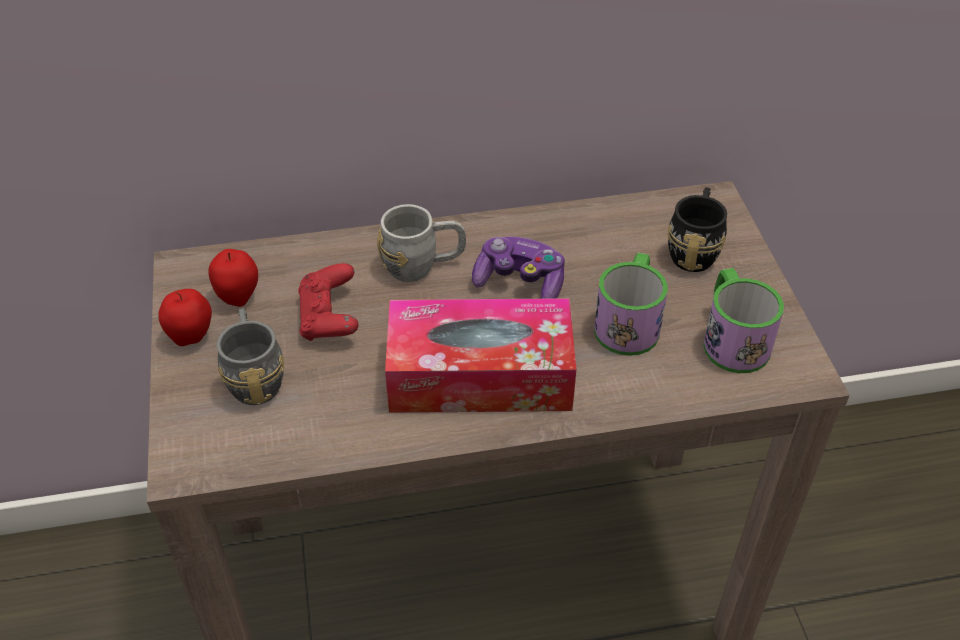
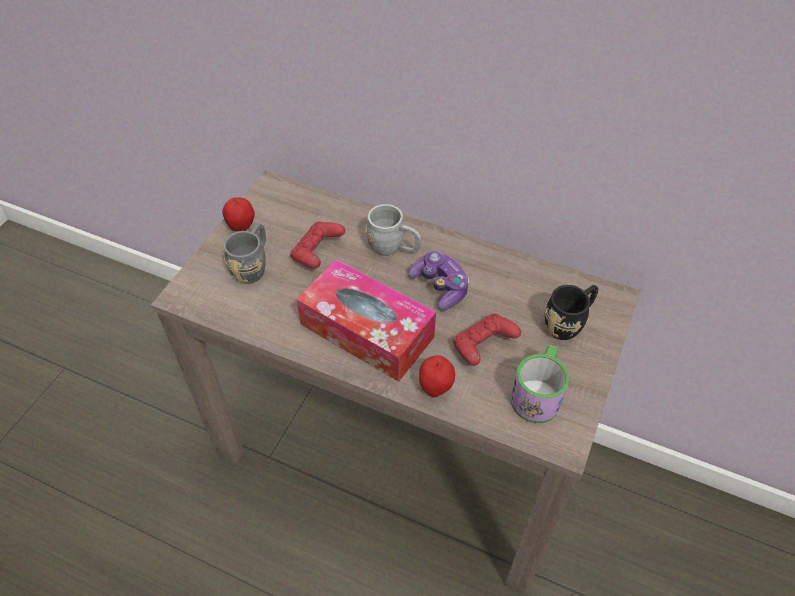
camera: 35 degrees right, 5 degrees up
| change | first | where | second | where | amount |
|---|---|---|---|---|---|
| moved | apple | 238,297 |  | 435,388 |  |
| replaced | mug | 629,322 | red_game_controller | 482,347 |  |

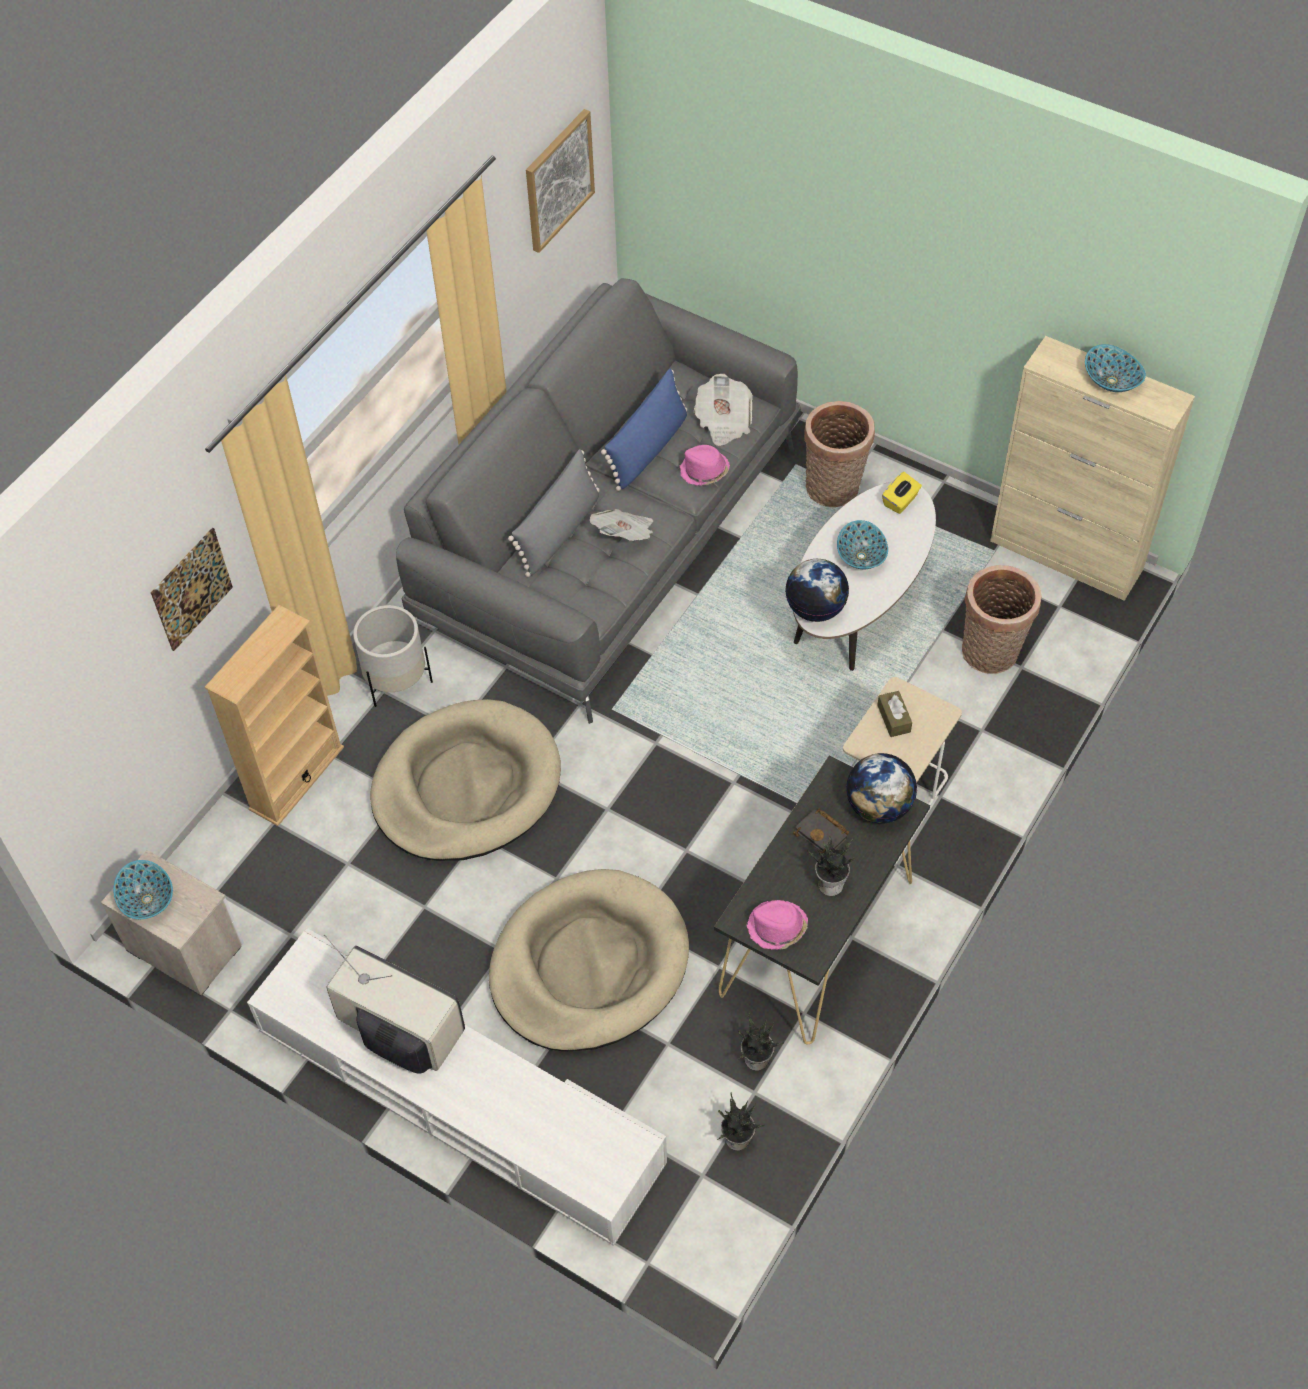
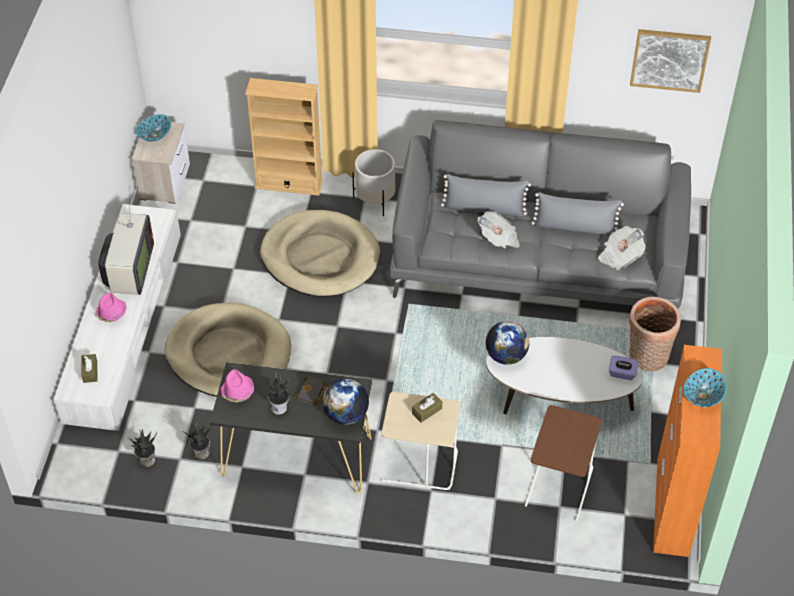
camera: 65 degrees right, 5 degrees down
| change | first | where | second | where | amount |
|---|---|---|---|---|---|
| removed | picture | 192,589 |  |  |  |
| removed | bowl | 862,556 |  |  |  |
| added |  |  | brown_tissue_box | 90,371 |  |
| moved | pink_hat | 704,471 |  | 111,313 |  |
| replaced | basket | 991,654 | brown_side_table | 560,486 |  |
| recoloured | blue_pillow | 648,448 | grey_pillow | 575,227 |  |
| recoloured | yellow_tissue_box | 900,501 | purple_tissue_box | 622,373 |  |
| recoloured | beige_cabinet | 1067,555 | orange_cabinet | 672,507 |  |

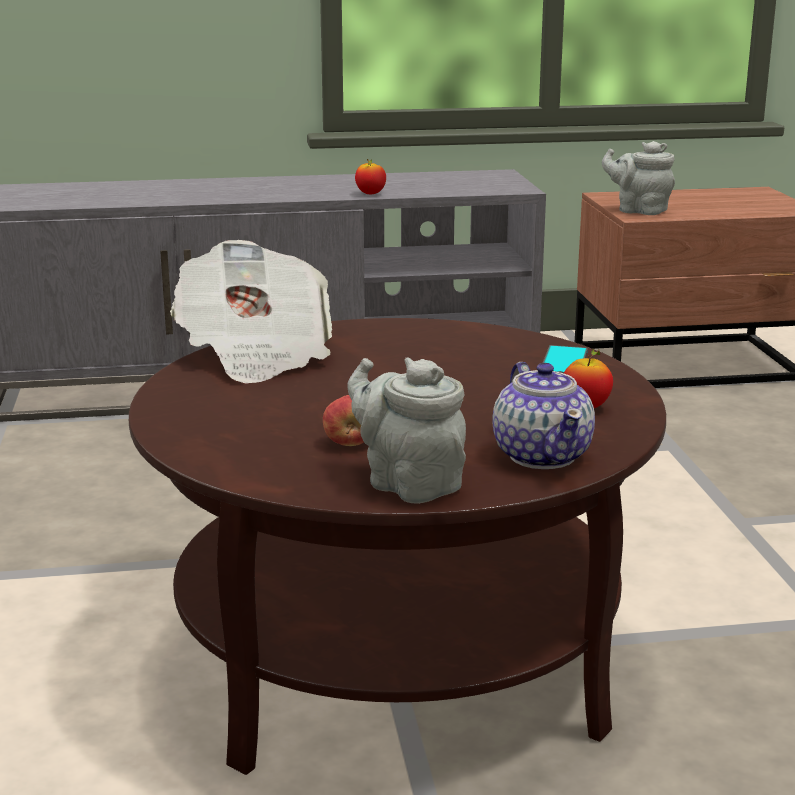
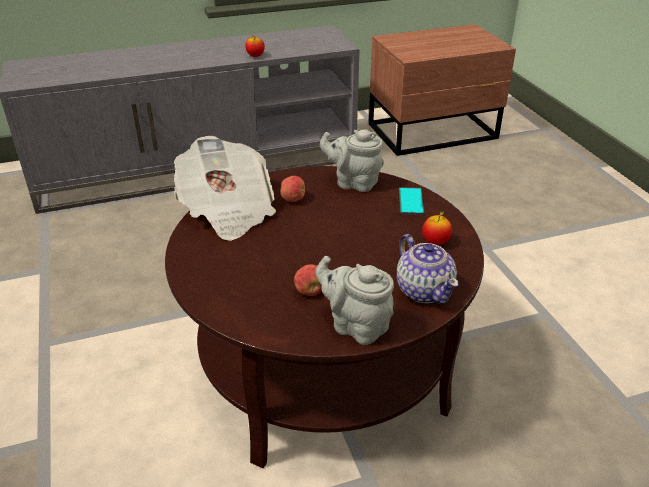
camera: 10 degrees left, 15 degrees up
| change | first | where | second | where | amount |
|---|---|---|---|---|---|
| added |  |  | apple | 293,199 |  |
| moved | grey_teapot | 639,210 |  | 353,183 |  |

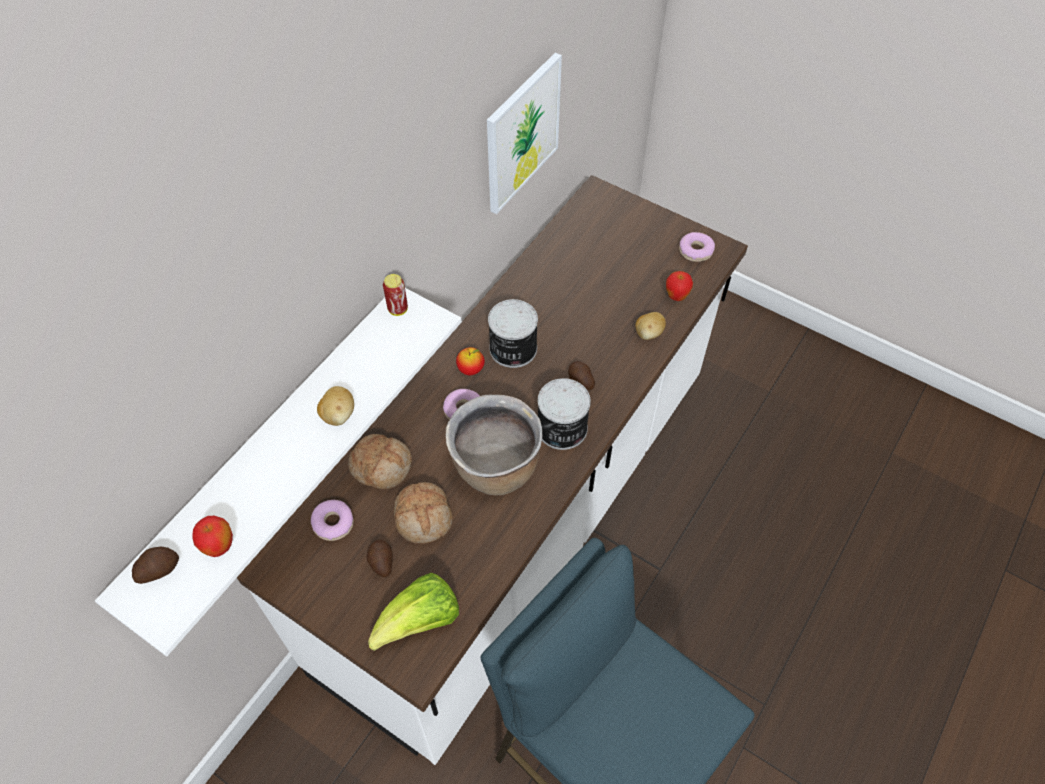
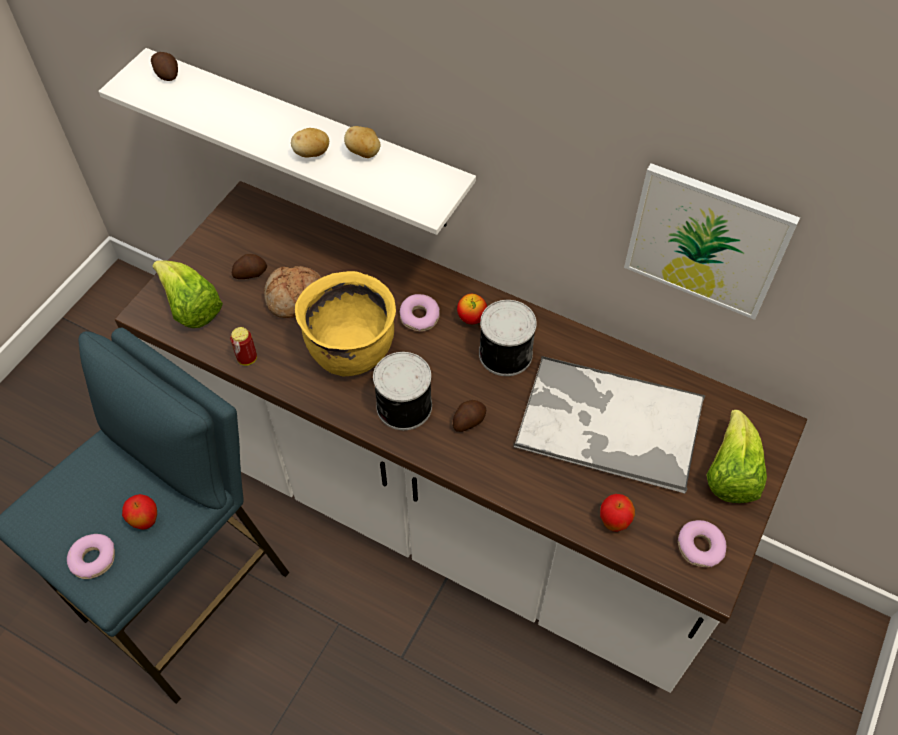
camera: 85 degrees right, 0 degrees up
| change | first | where | second | where | amount |
|---|---|---|---|---|---|
| removed | bread | 382,466 |  |  |  |
| added |  |  | tray | 608,423 |  |
| added |  |  | lettuce | 730,473 |  |
| moved | apple | 219,547 |  | 146,521 |  |
| moved | donut | 333,523 |  | 94,559 |  |
| moved | can | 398,309 |  | 247,359 |  |
| moved | potato | 648,333 |  | 364,153 |  |
| recoloured | brown_cooking_pot | 495,468 | yellow_cooking_pot | 351,350 |  |

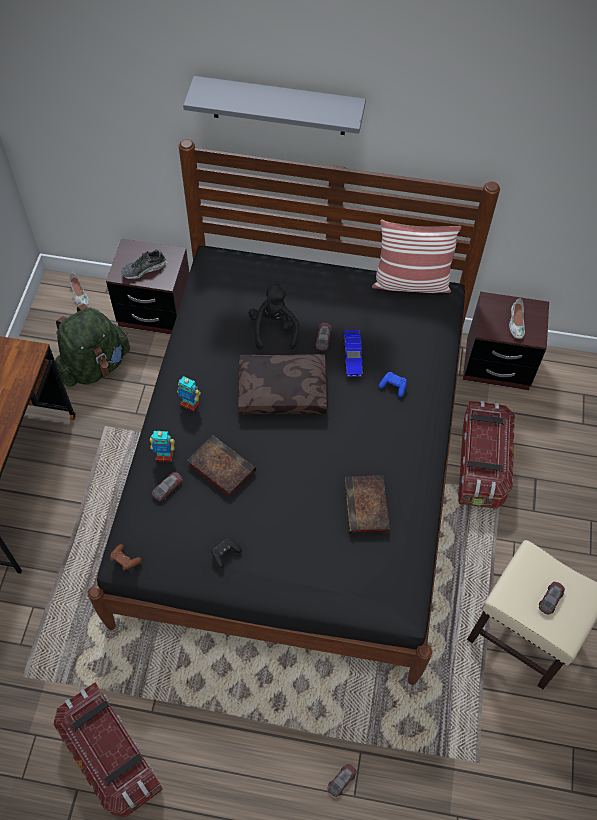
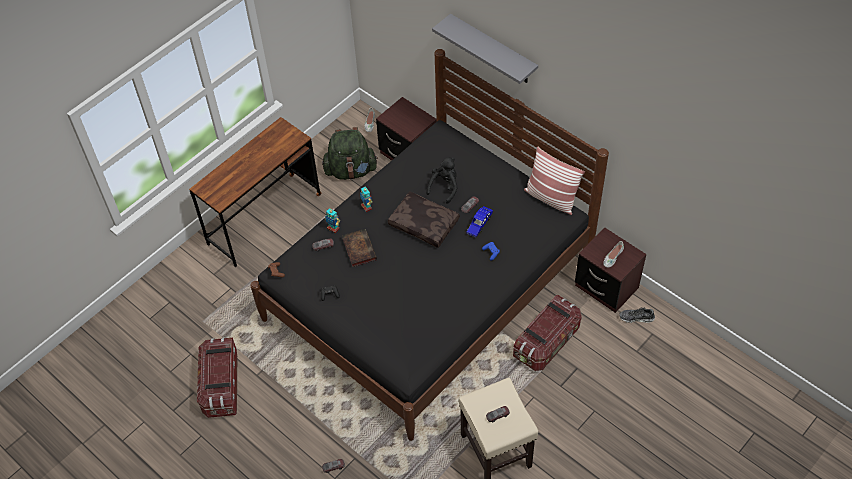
camera: 35 degrees right, 5 degrees down
| change | first | where | second | where | amount |
|---|---|---|---|---|---|
| removed | book | 367,508 |  |  |  |
| moved | shoe | 144,269 |  | 636,318 |  |

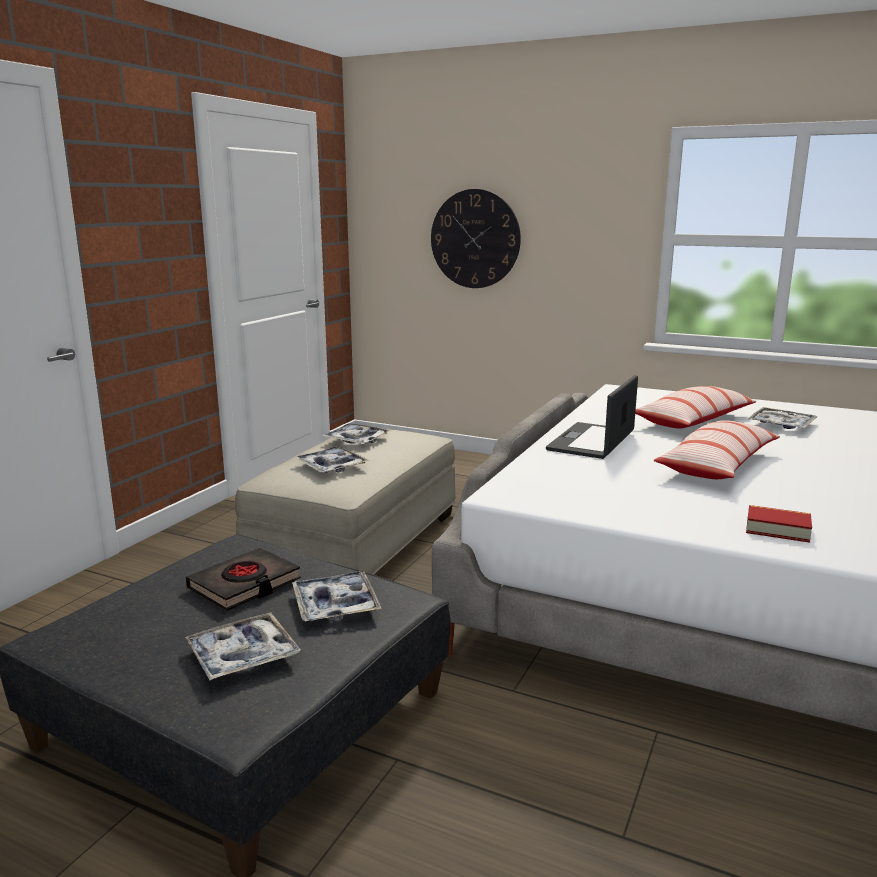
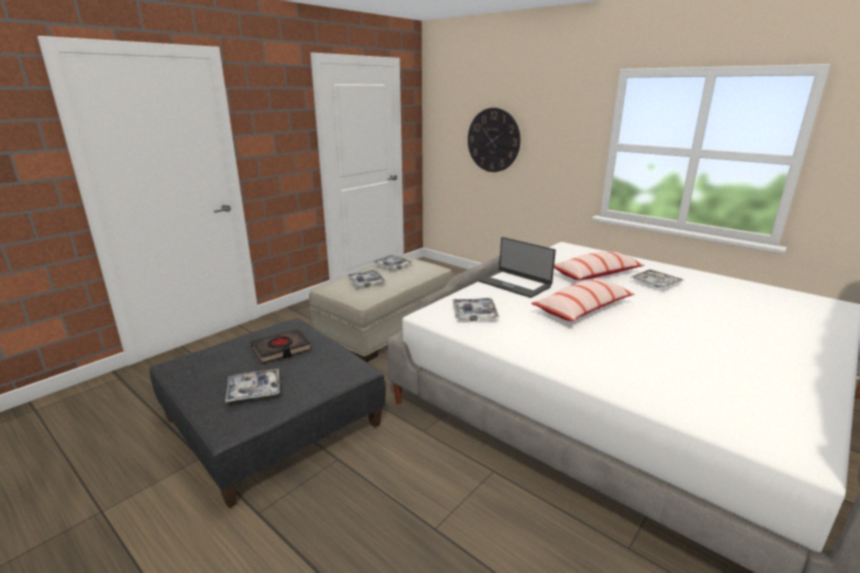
camera: 15 degrees right, 5 degrees up
| change | first | where | second | where | amount |
|---|---|---|---|---|---|
| removed | book | 777,529 |  |  |  |
| moved | tray | 335,605 |  | 474,313 |  |
| turned | laptop | 592,441 |  | 515,284 | 90 degrees counterclockwise |

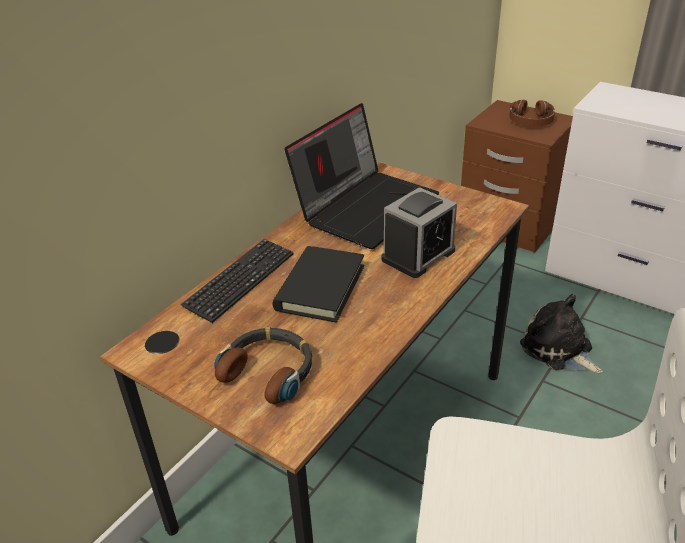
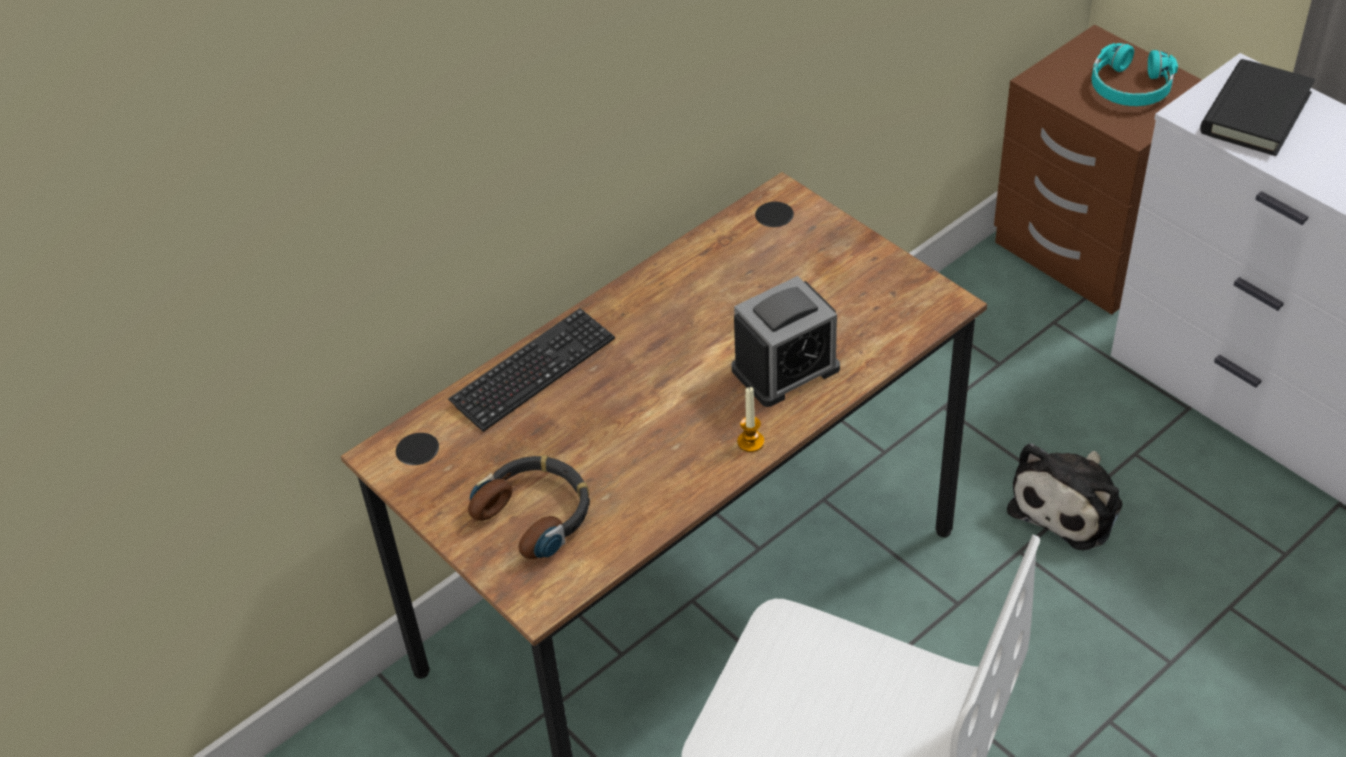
camera: 15 degrees right, 10 degrees up
| change | first | where | second | where | amount |
|---|---|---|---|---|---|
| removed | laptop | 366,206 |  |  |  |
| added |  |  | candle | 750,442 |  |
| moved | black_book | 320,287 |  | 1255,113 |  |
| recoloured | brown_headphones | 530,121 | turquoise_headphones | 1130,87 |  |
| turned | plush_toy | 558,349 |  | 1069,504 | 120 degrees counterclockwise |

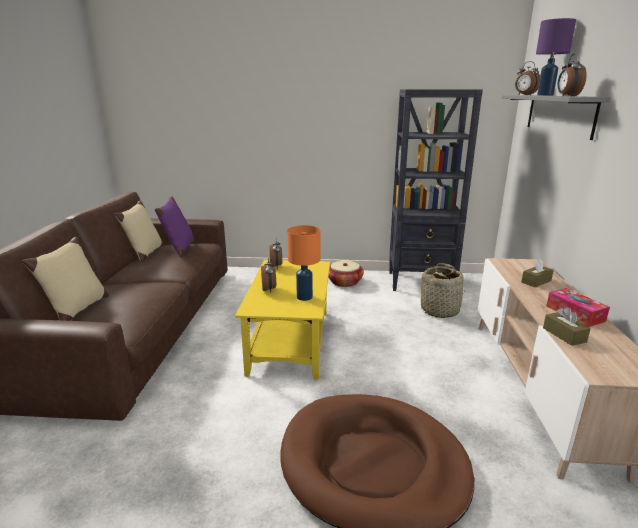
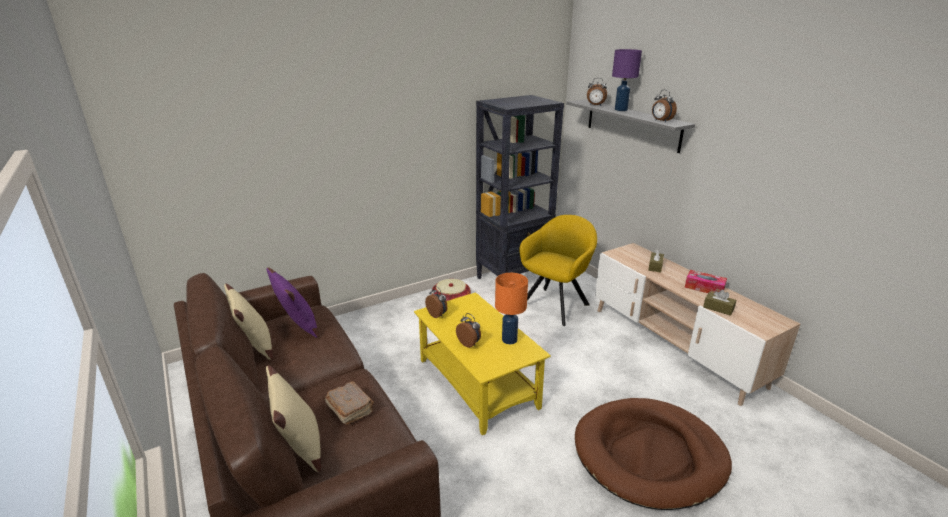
camera: 35 degrees left, 5 degrees up
| change | first | where | second | where | amount |
|---|---|---|---|---|---|
| added |  |  | brown_book | 350,409 |  |
| replaced | basket | 440,310 | yellow_armchair | 556,304 |  |

